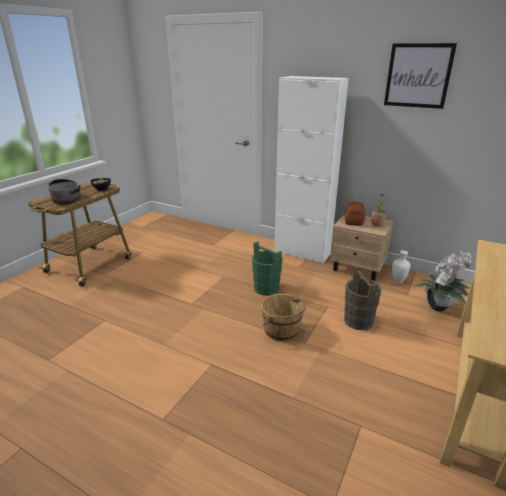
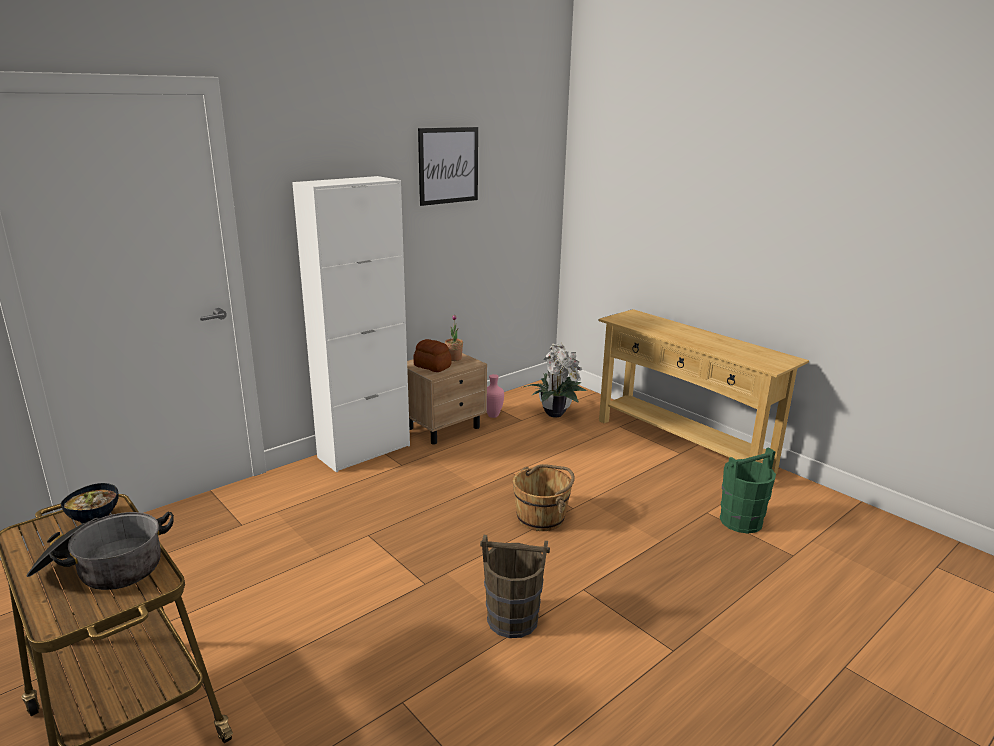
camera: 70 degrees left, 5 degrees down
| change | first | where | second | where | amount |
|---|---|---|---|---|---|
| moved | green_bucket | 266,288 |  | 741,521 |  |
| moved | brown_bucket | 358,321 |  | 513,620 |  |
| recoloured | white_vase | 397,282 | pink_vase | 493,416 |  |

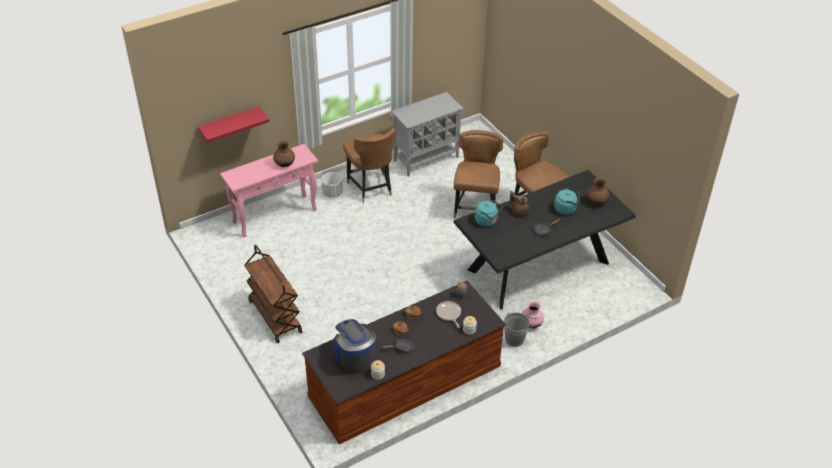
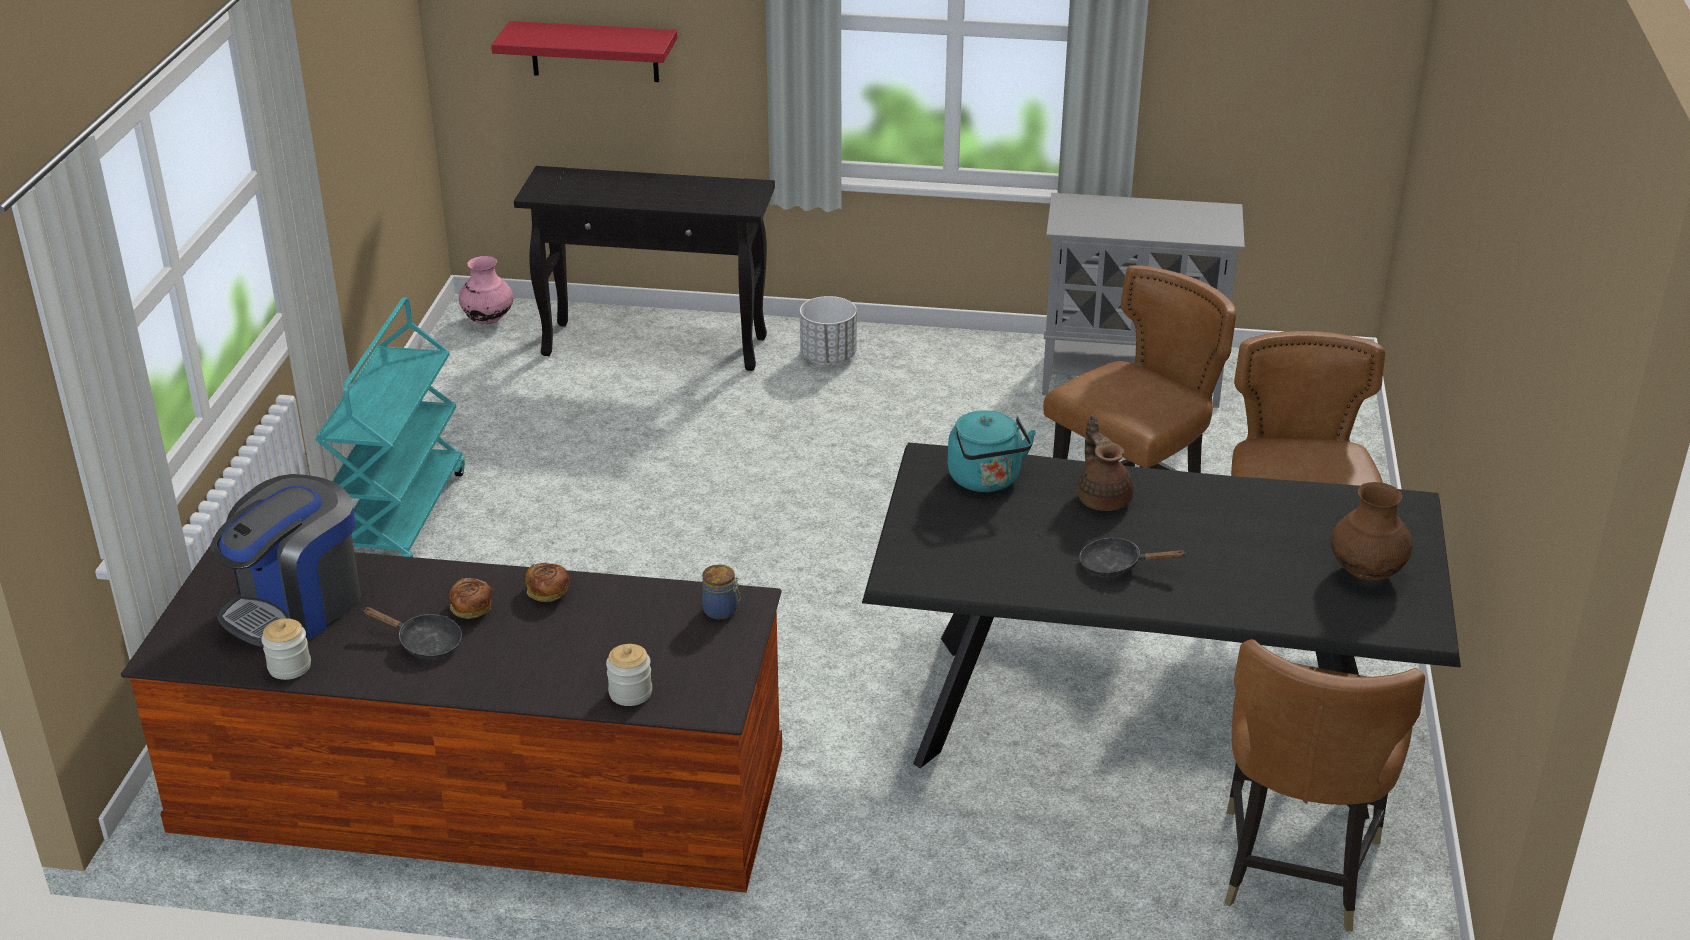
camera: 40 degrees right, 10 degrees down
| change | first | where | second | where | amount |
|---|---|---|---|---|---|
| removed | brown_vase | 284,164 |  |  |  |
| removed | frying_pan | 449,314 |  |  |  |
| removed | grey_bucket | 514,339 |  |  |  |
| removed | turquoise_kettle | 566,209 |  |  |  |
| moved | brown_chair | 370,188 |  | 1294,868 |  |
| moved | pink_vase | 531,324 |  | 488,320 |  |
| recoloured | pink_console_table | 275,215 | black_console_table | 657,346 |  |
| recoloured | brown_cart | 274,316 | turquoise_cart | 401,516 |  |
| turned | coffee_machine | 354,357 |  | 297,605 | 150 degrees counterclockwise |

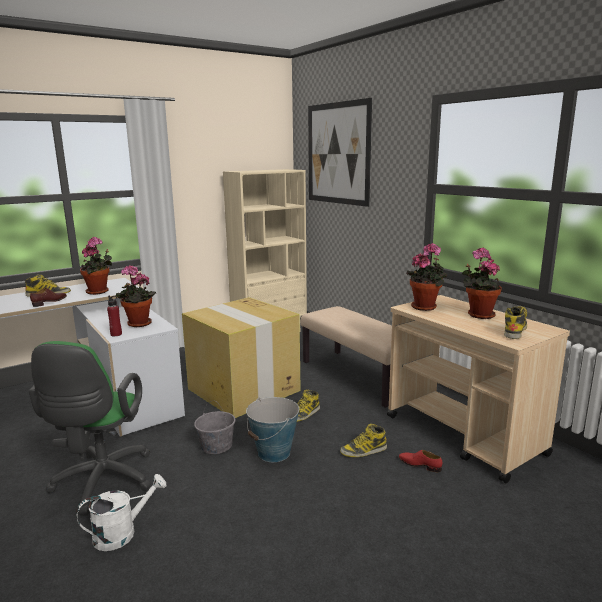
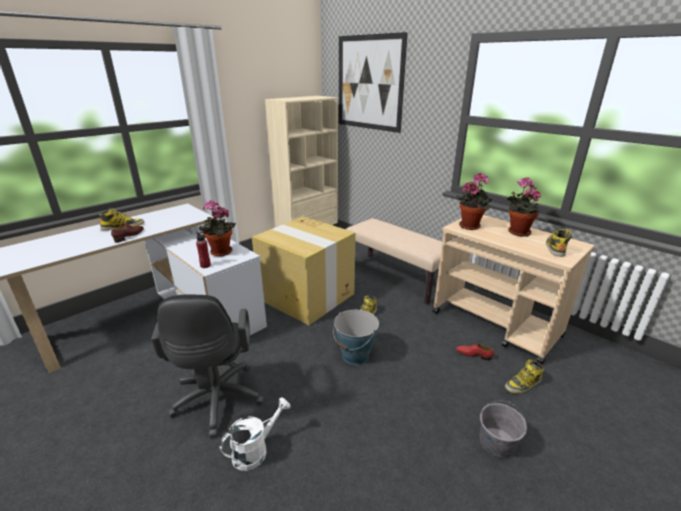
camera: 10 degrees left, 10 degrees up
| change | first | where | second | where | amount |
|---|---|---|---|---|---|
| removed | potted_plant | 99,292 |  |  |  |
| moved | grey_bucket | 216,445 |  | 496,442 |  |
| moved | boot | 363,451 |  | 523,384 |  |
| recoloured | green_office_chair | 101,484 | black_office_chair | 218,402 |  |

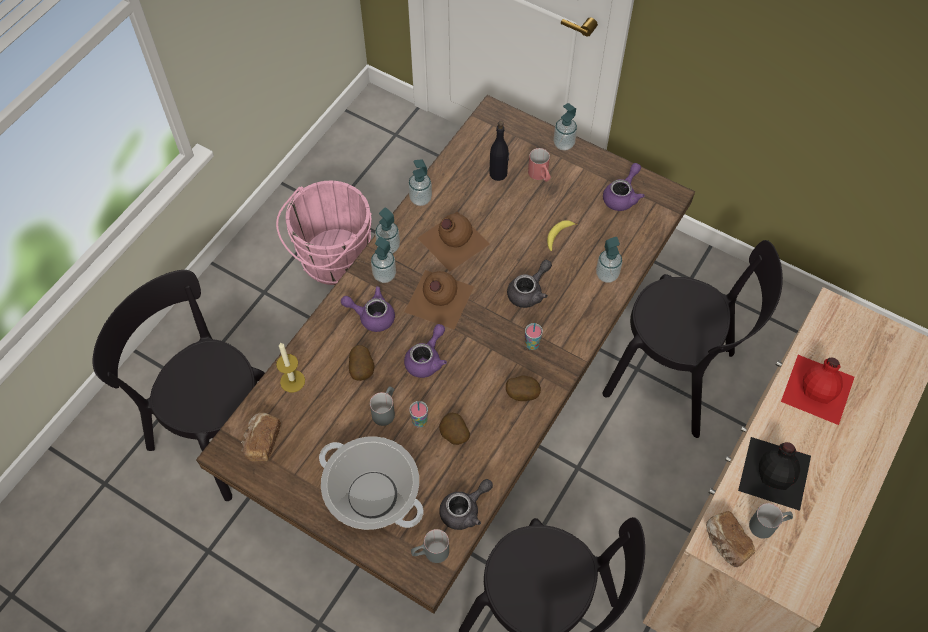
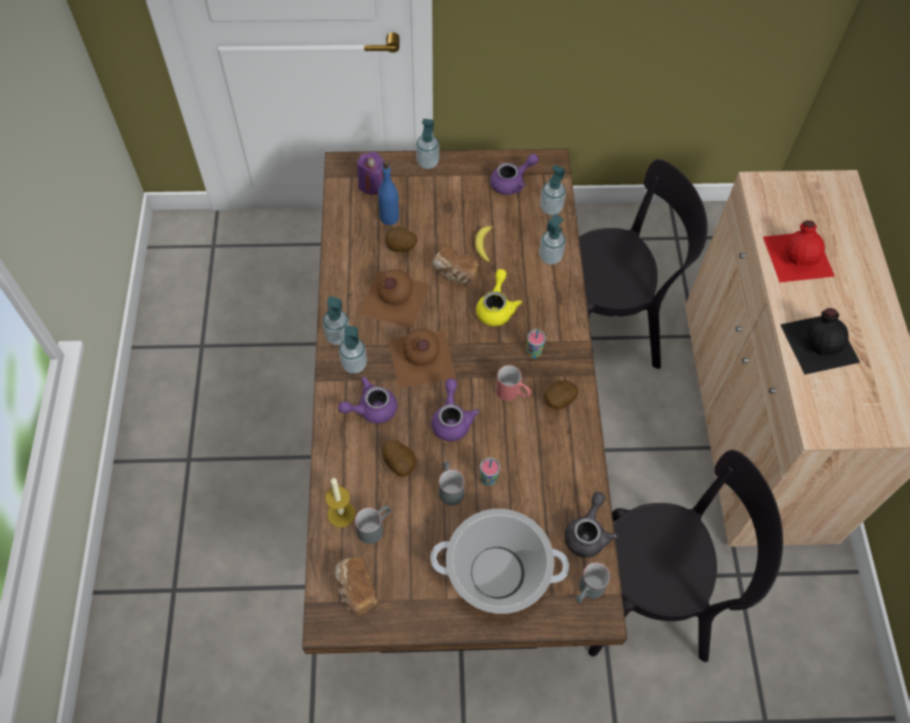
camera: 35 degrees left, 0 degrees up
| change | first | where | second | where | amount |
|---|---|---|---|---|---|
| removed | black_chair | 216,428 |  |  |  |
| removed | pink_bucket | 332,260 |  |  |  |
| added |  |  | purple_candle | 372,184 |  |
| moved | soap_dispenser | 420,198 |  | 551,208 |  |
| moved | potato | 454,435 |  | 401,248 |  |
| moved | red_mug | 540,176 |  | 513,393 |  |
| moved | bread | 725,544 |  | 455,274 |  |
| moved | grey_mug | 768,525 |  | 375,527 |  |
| recoloured | black_bottle | 498,174 | blue_bottle | 390,217 |  |
| recoloured | grey_teapot | 529,292 | yellow_teapot | 496,308 |  |
| turned | purple_teapot | 622,196 |  | 512,182 | 60 degrees clockwise |

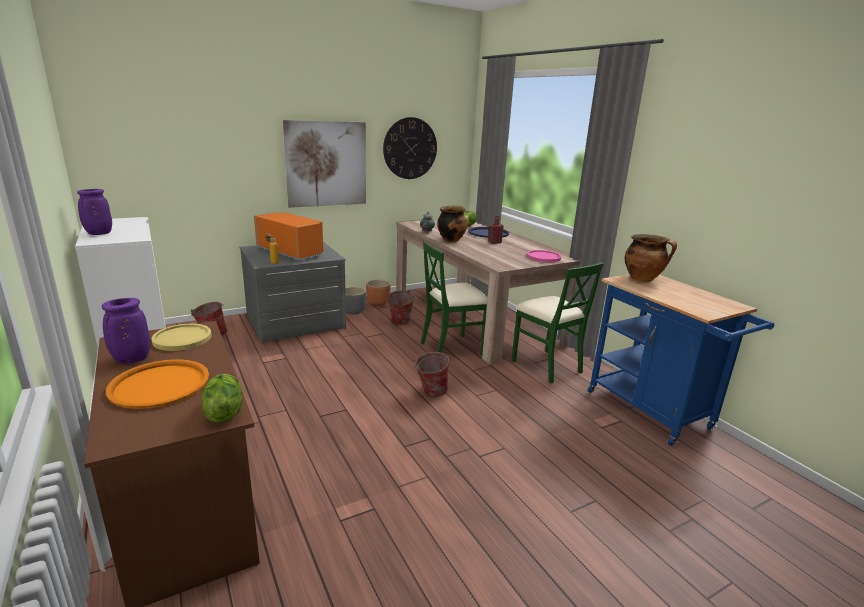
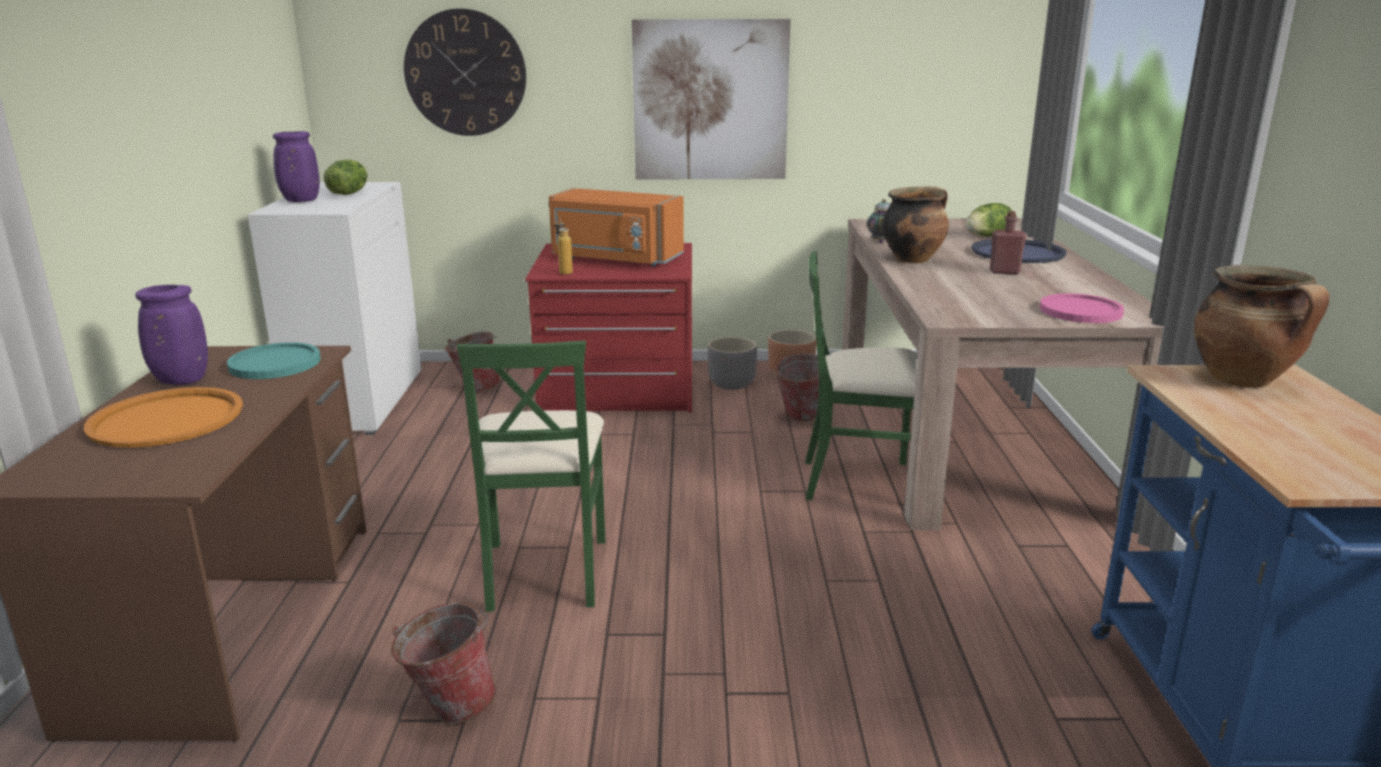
camera: 30 degrees right, 0 degrees up
| change | first | where | second | where | amount |
|---|---|---|---|---|---|
| moved | lettuce | 223,412 |  | 348,193 |  |
| moved | wall_clock | 410,148 |  | 465,73 |  |
| moved | bucket | 430,393 |  | 448,707 |  |
| moved | green_chair | 546,365 |  | 544,572 |  |
| recoloured | yellow_plate | 182,338 | turquoise_plate | 275,363 |  |
| recoloured | grey_dresser | 295,322 | red_dresser | 618,388 |  |
| turned | orange_microwave | 291,252 |  | 614,259 | 135 degrees clockwise |

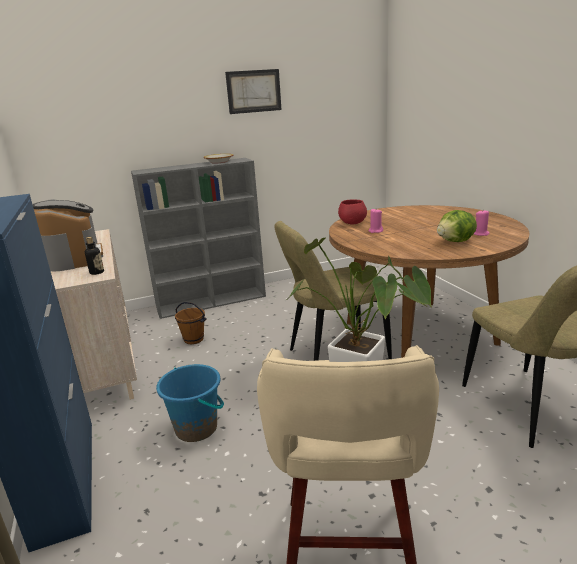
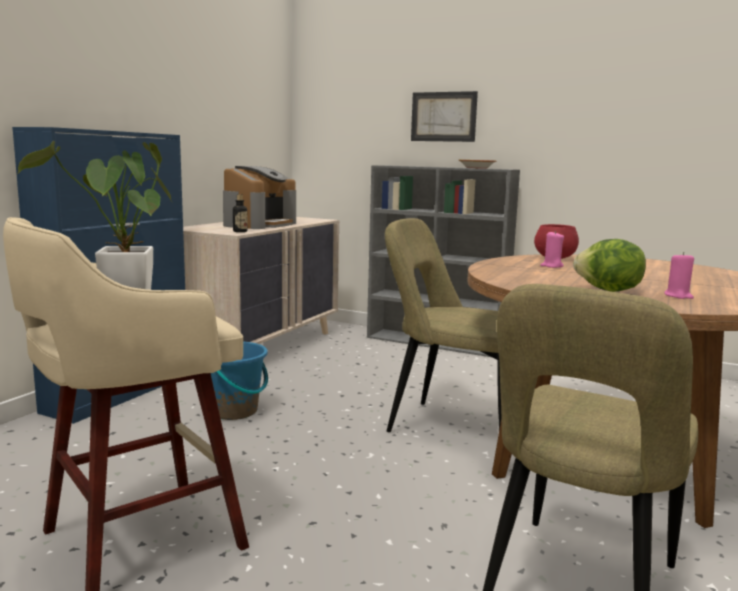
camera: 45 degrees right, 10 degrees down
| change | first | where | second | where | amount |
|---|---|---|---|---|---|
| removed | brown_bucket | 194,339 |  |  |  |
| moved | picture | 253,91 |  | 443,116 |  |

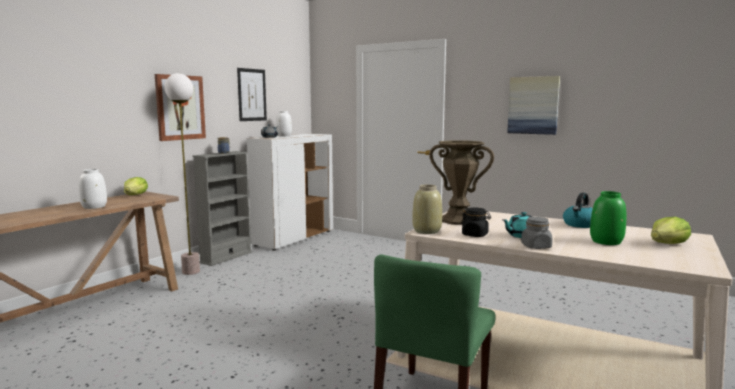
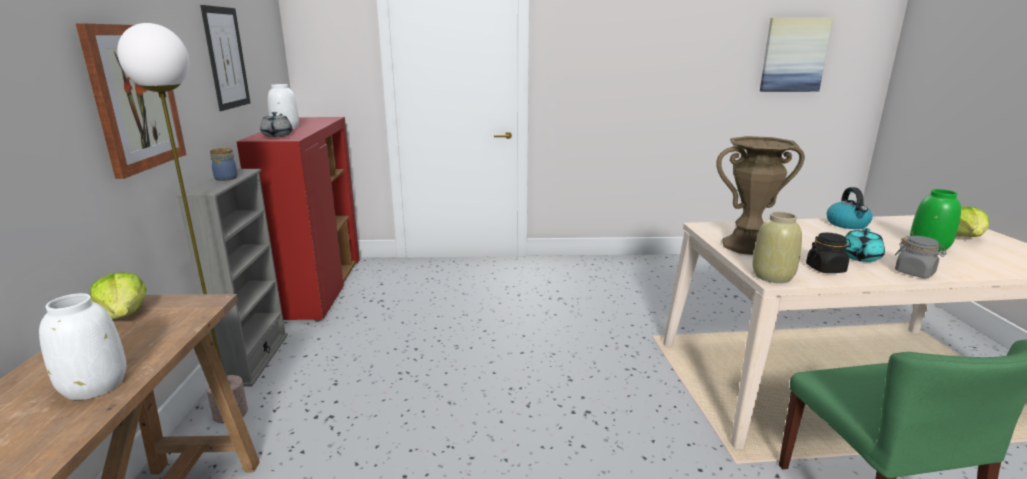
camera: 35 degrees left, 10 degrees up
| change | first | where | second | where | amount |
|---|---|---|---|---|---|
| moved | picture | 533,105 |  | 794,55 |  |
| recoloured | white_cabinet | 294,238 | red_cabinet | 318,289 |  |

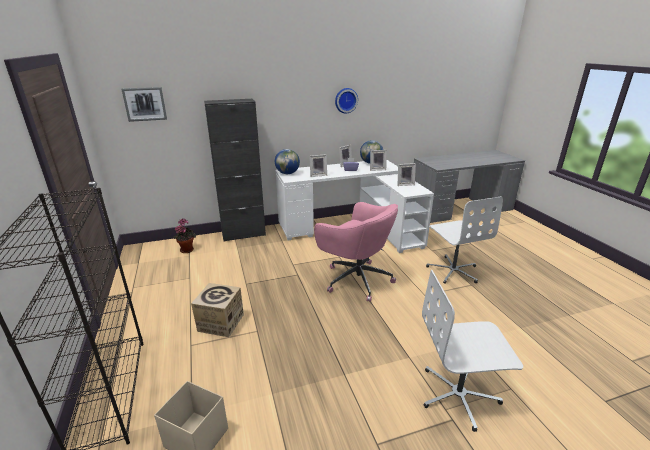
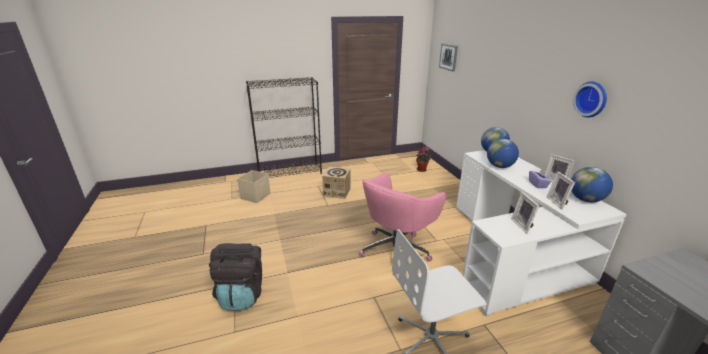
camera: 90 degrees right, 0 degrees up
| change | first | where | second | where | amount |
|---|---|---|---|---|---|
| removed | black_cabinet | 243,234 |  |  |  |
| replaced | picture_frame | 318,175 | globe | 499,166 |  |
| replaced | white_office_chair | 459,395 | black_backpack | 241,294 |  |

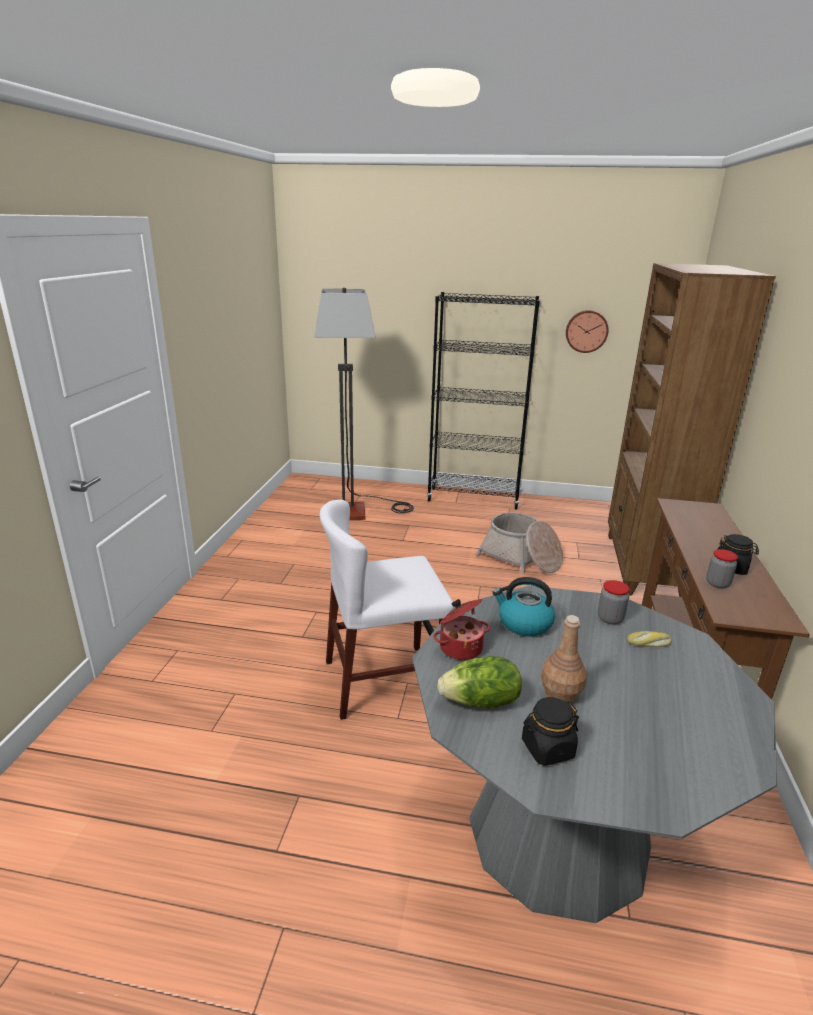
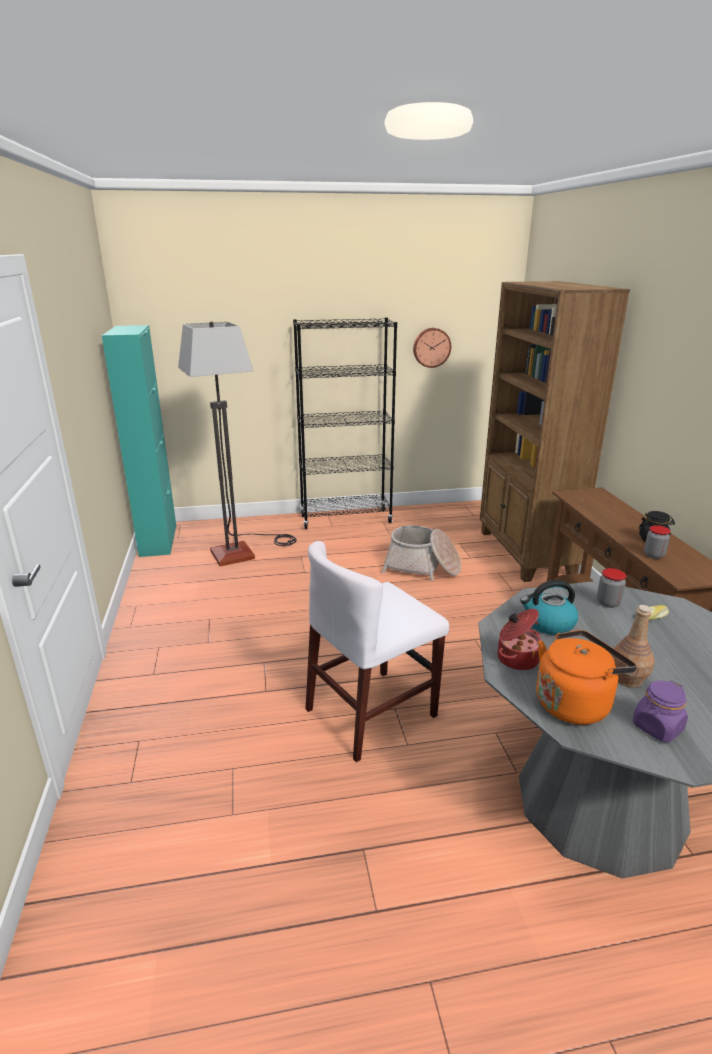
camera: 20 degrees left, 0 degrees up
| change | first | where | second | where | amount |
|---|---|---|---|---|---|
| added |  |  | turquoise_cabinet | 158,541 |  |
| replaced | lettuce | 481,702 | orange_kettle | 574,703 |  |
| recoloured | black_jar | 547,749 | purple_jar | 657,727 |  |

